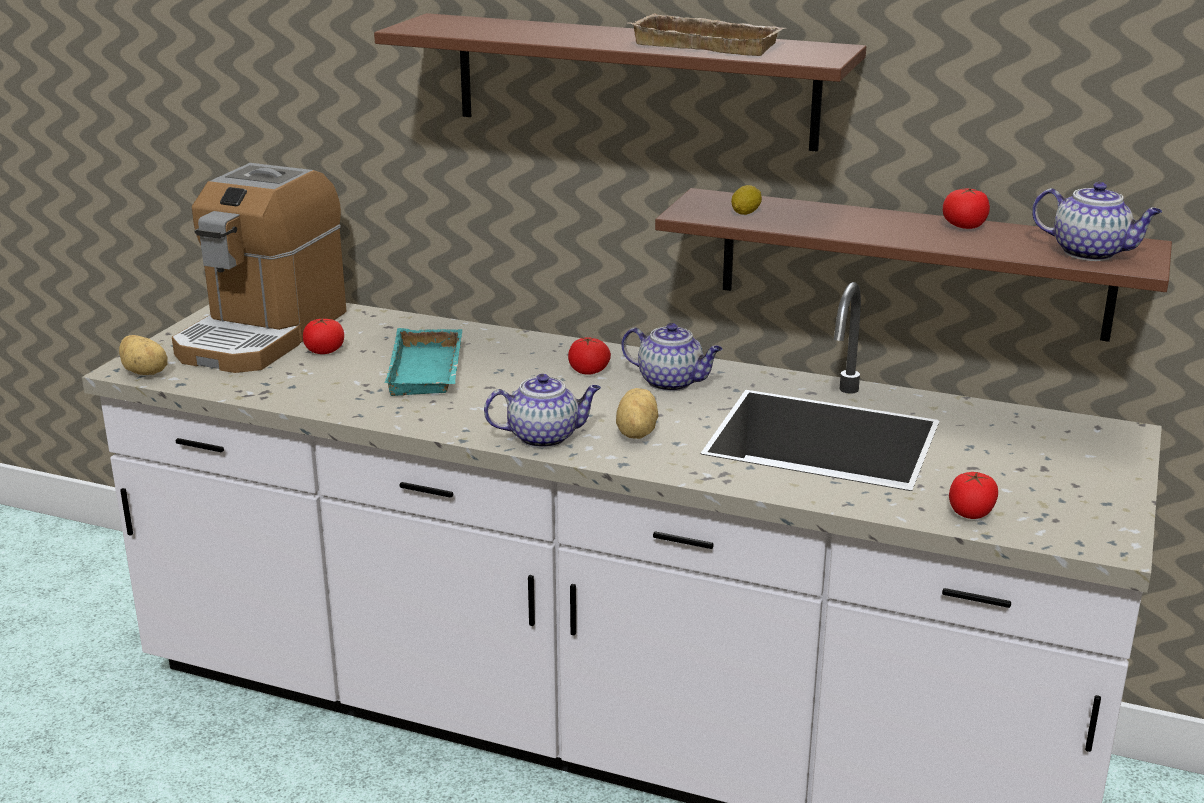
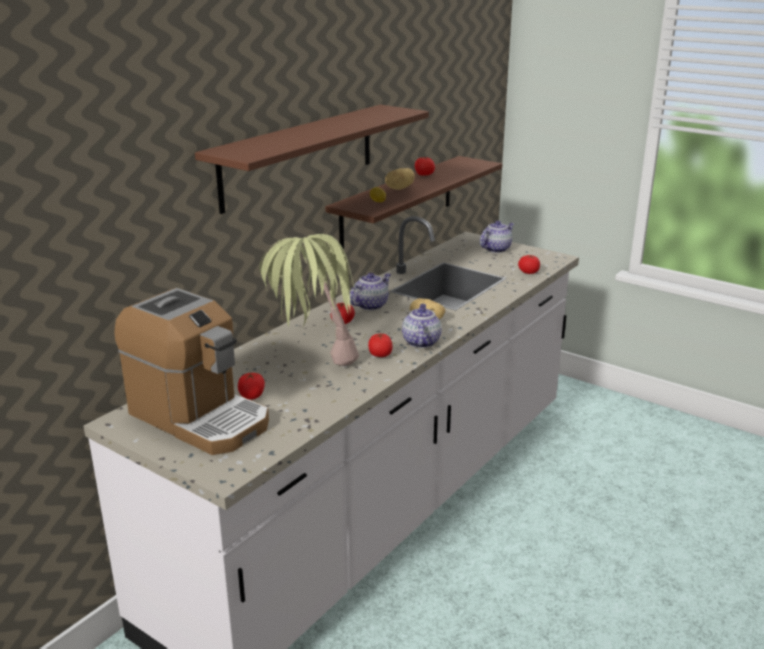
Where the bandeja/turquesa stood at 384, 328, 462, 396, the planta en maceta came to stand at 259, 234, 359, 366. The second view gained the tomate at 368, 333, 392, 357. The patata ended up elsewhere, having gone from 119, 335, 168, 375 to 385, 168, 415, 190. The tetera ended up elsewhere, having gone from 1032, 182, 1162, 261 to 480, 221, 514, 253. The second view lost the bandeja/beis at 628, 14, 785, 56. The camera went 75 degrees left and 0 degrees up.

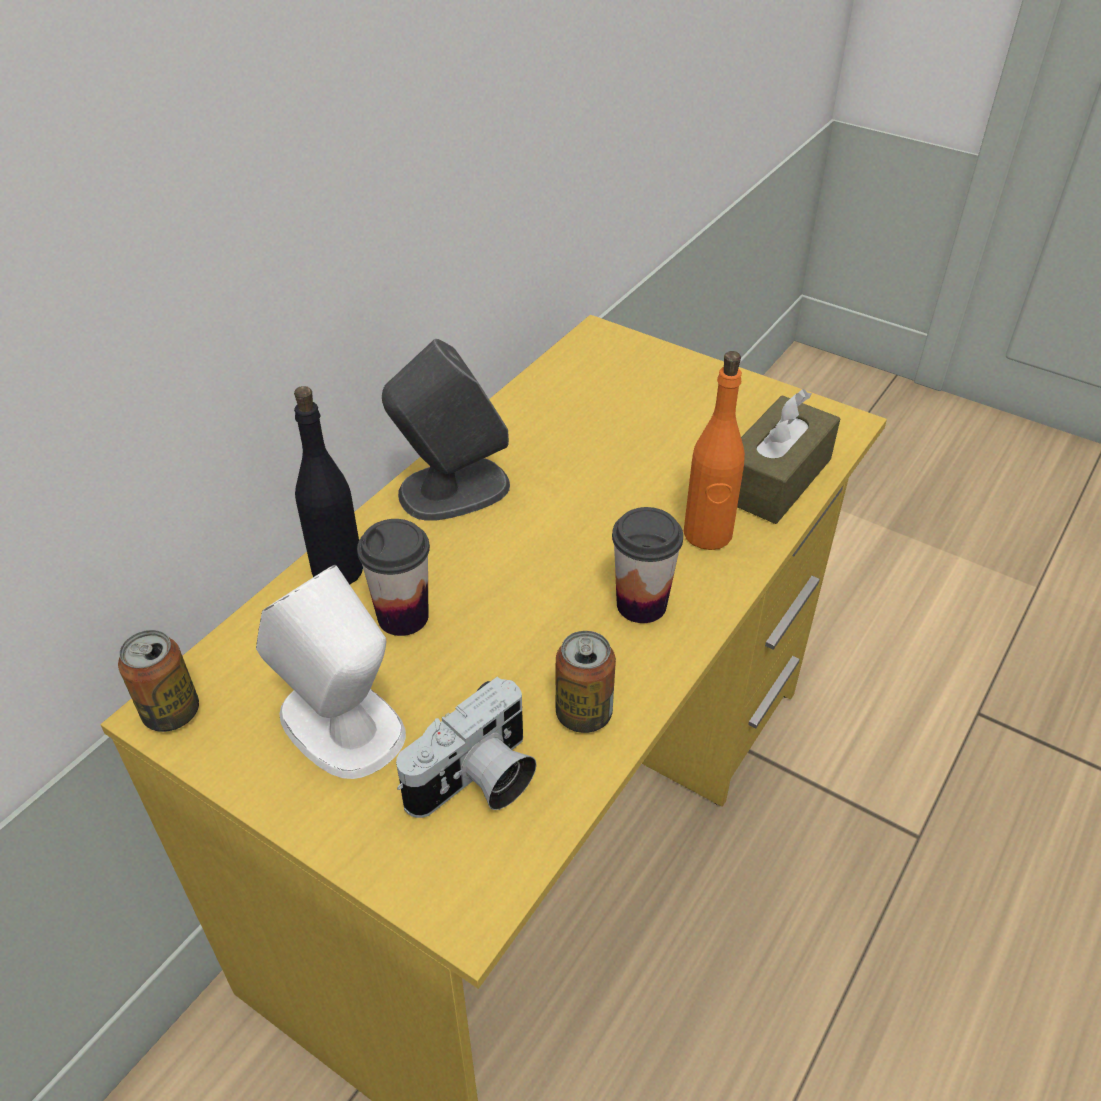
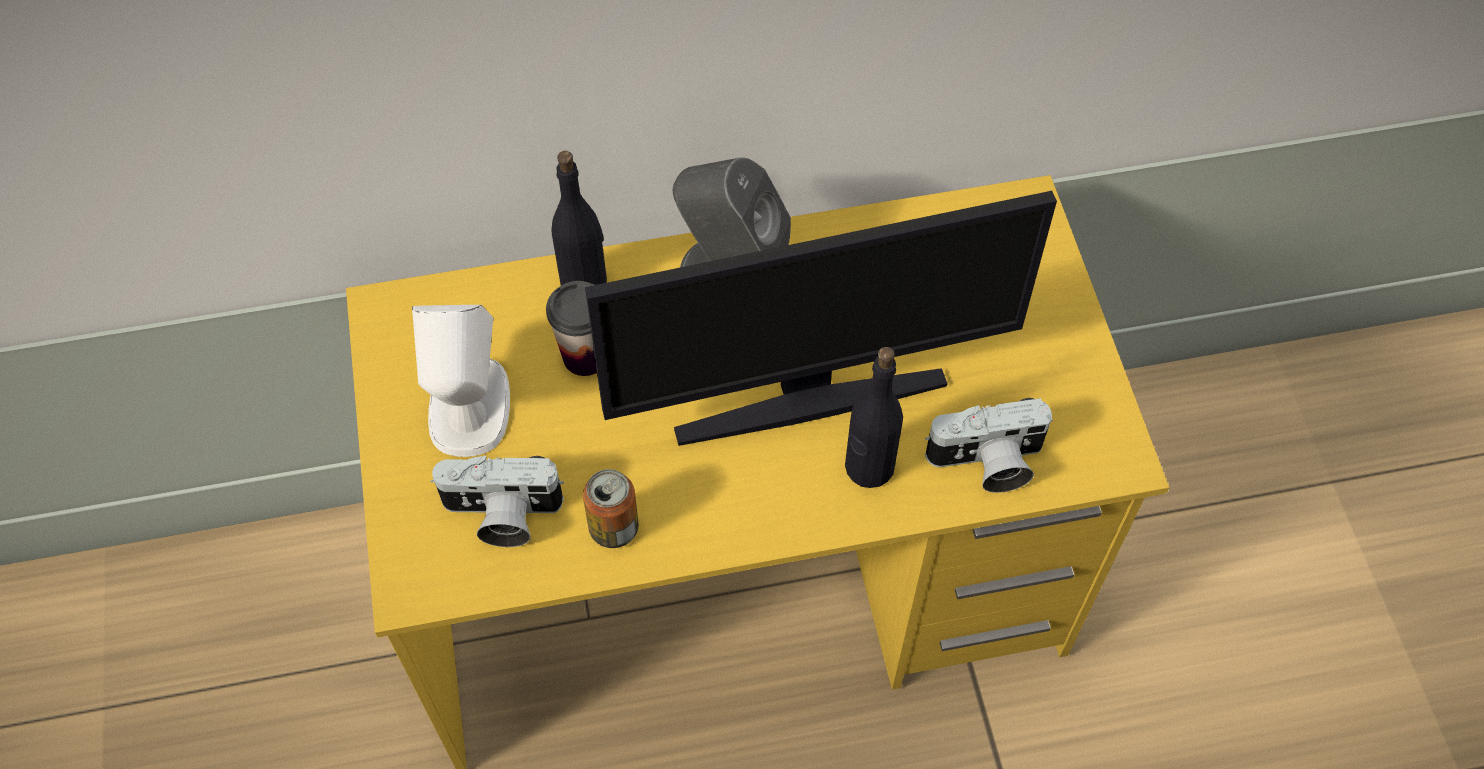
The second view gained the monitor at 585, 191, 1057, 446. What was the botella/naranja at 684, 351, 745, 550 turned into the botella/negro at 845, 347, 903, 488. Where the caja de pañuelos/marrón stood at 737, 389, 840, 524, the cámara came to stand at 925, 398, 1053, 493. The second view lost the lata at 118, 630, 199, 732. The second view lost the taza at 612, 507, 683, 623. The camera went 45 degrees right and 15 degrees up.

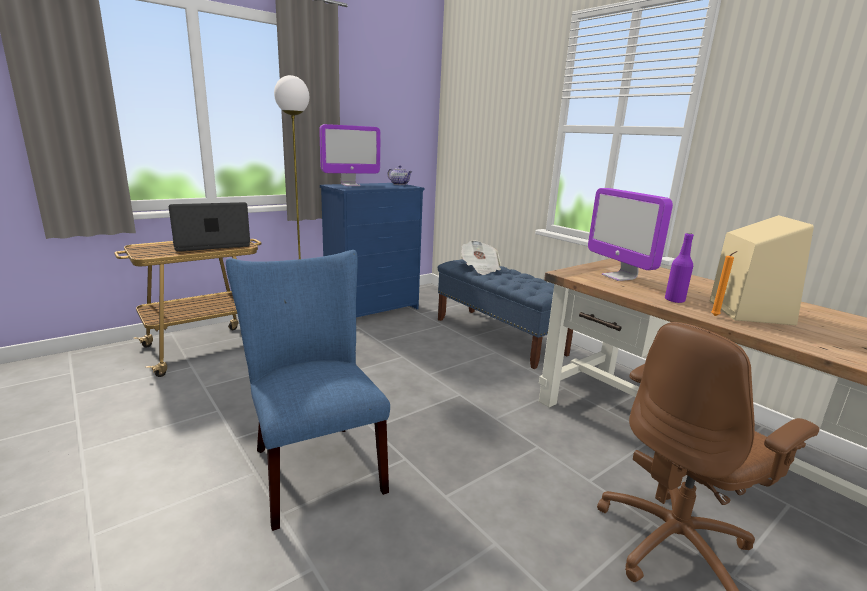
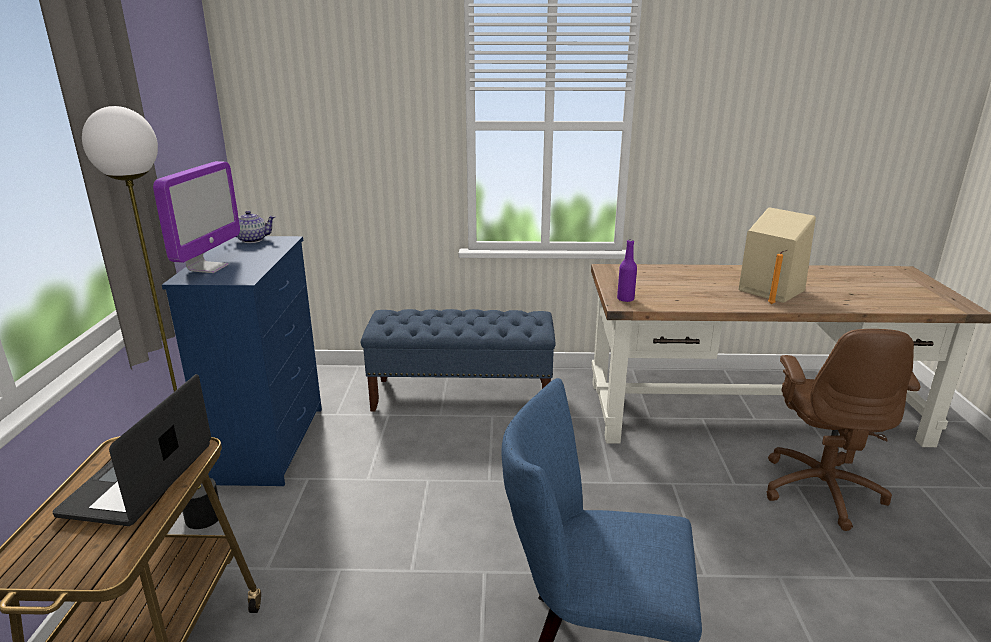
The botella/morado ended up elsewhere, having gone from 665, 233, 694, 303 to 617, 240, 637, 302. The second view lost the periódico at 461, 240, 501, 275. The second view lost the monitor at 588, 188, 673, 281. The camera went 50 degrees left and 5 degrees up.

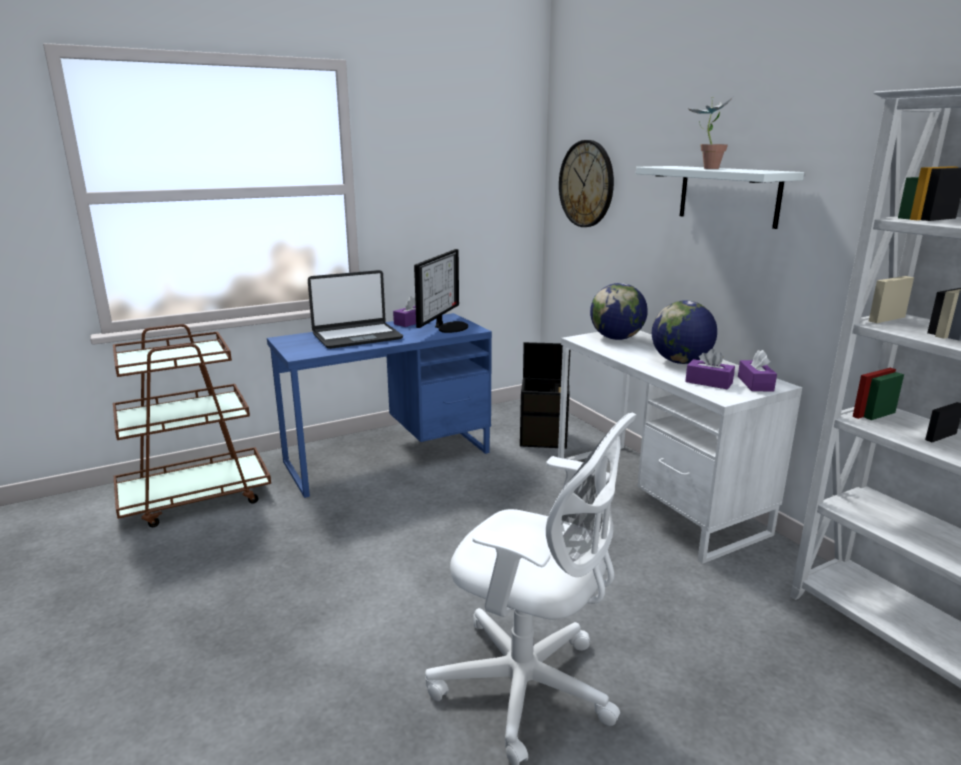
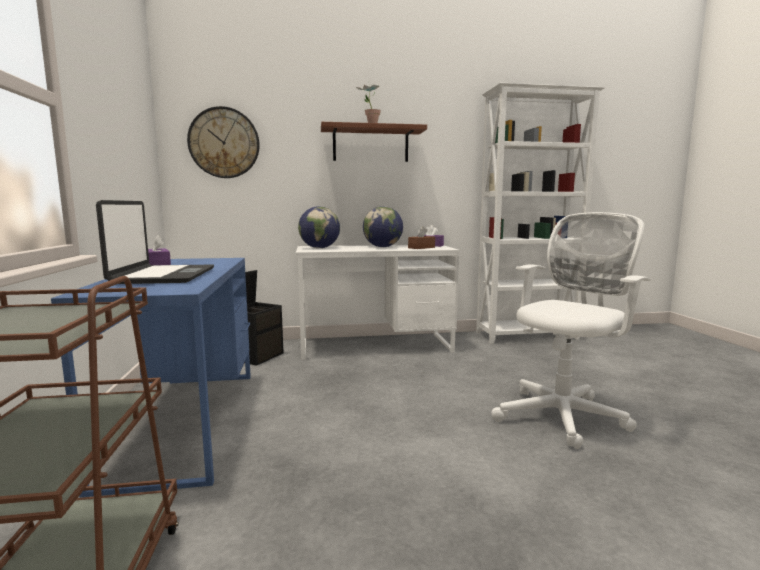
What was the estante/blanco at 636, 166, 804, 229 turned into the estante/marrón at 321, 122, 427, 162. What was the caja de pañuelos/morado at 685, 349, 735, 390 turned into the caja de pañuelos/marrón at 408, 226, 435, 249. The second view lost the monitor at 414, 249, 468, 333. The camera went 70 degrees left and 10 degrees down.

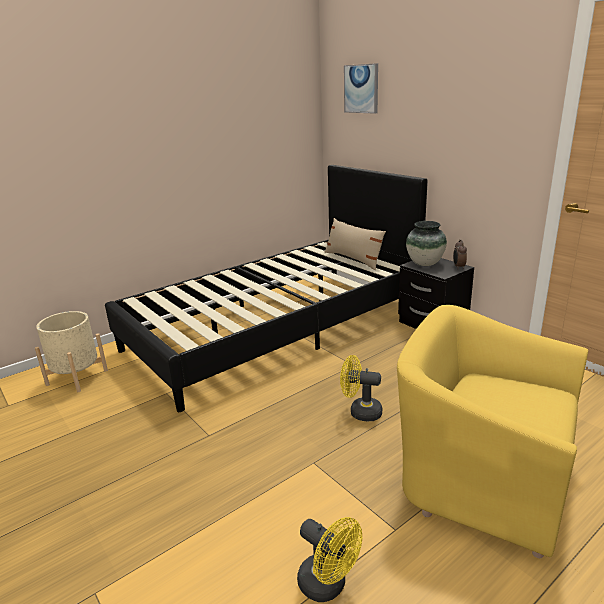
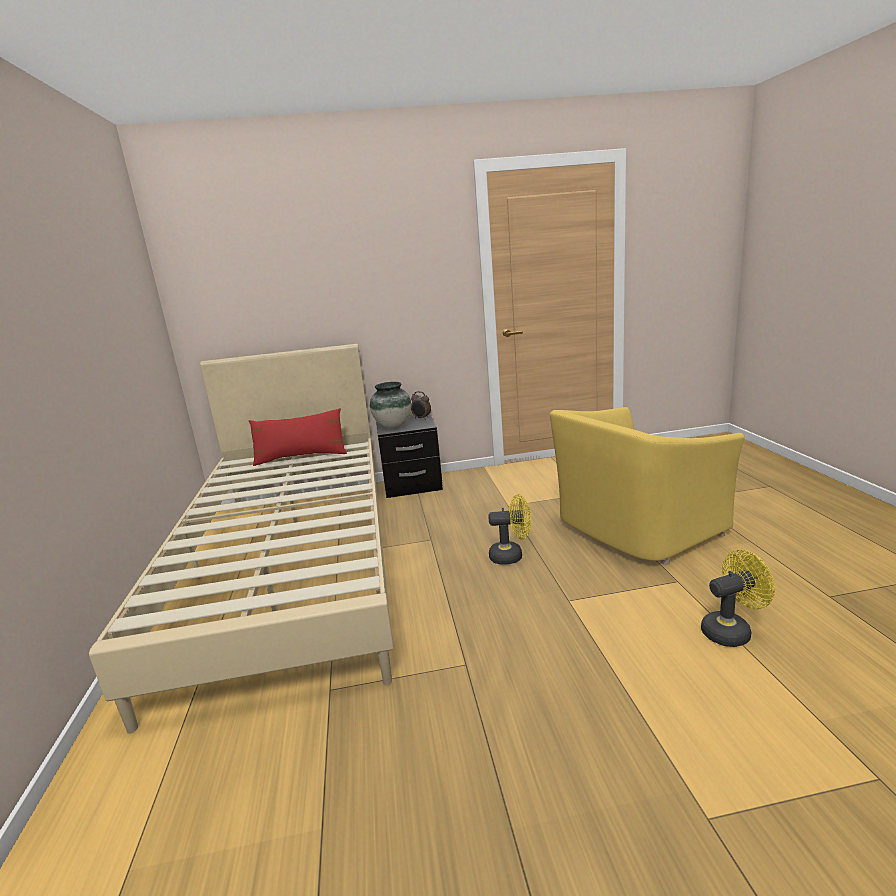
What was the cama/negro at 105, 165, 428, 412 turned into the cama/beis at 89, 344, 394, 734. What was the cojín/beis at 325, 218, 386, 270 turned into the cojín/rojo at 249, 408, 347, 466. The ventilador/amarillo at 340, 355, 383, 421 ended up facing another way, 135 degrees counterclockwise from before. The second view lost the maceta/beis at 35, 311, 108, 392. The second view lost the cuadro at 344, 63, 378, 114. The camera went 60 degrees left and 5 degrees down.

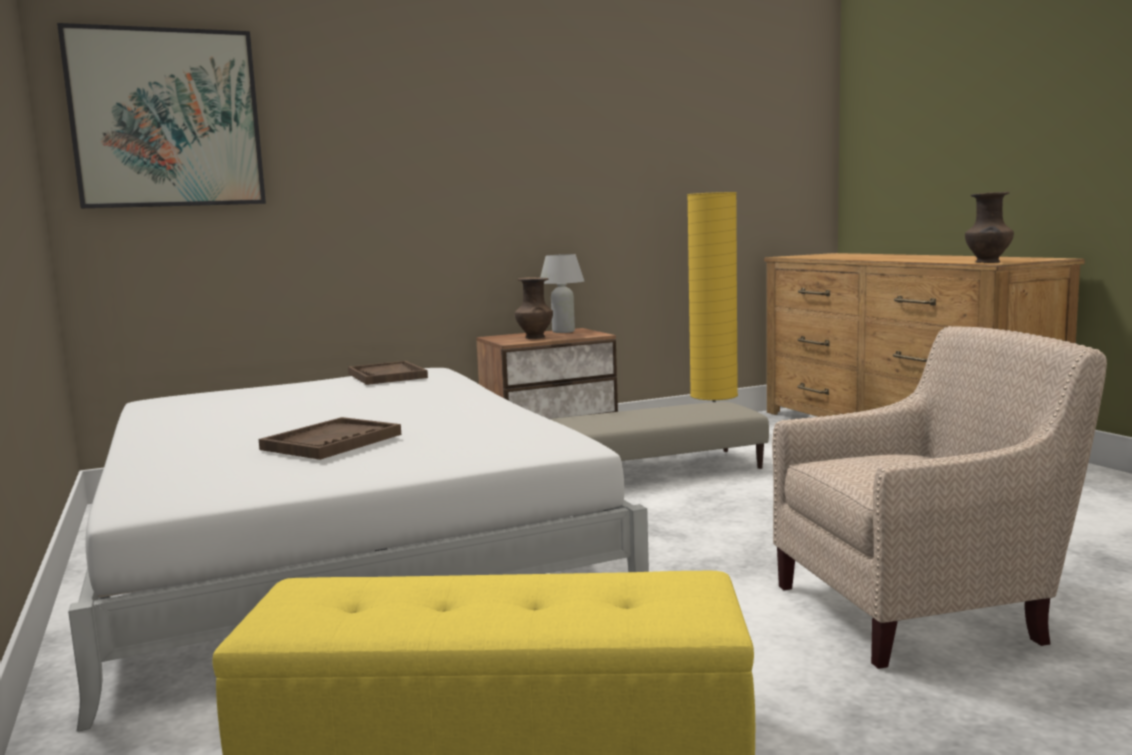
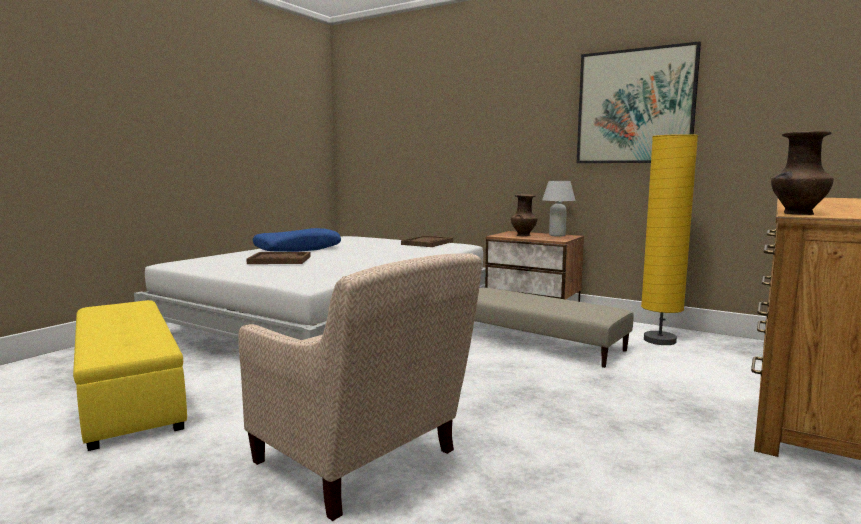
The second view gained the cojín/azul at 253, 228, 341, 252. The cuadro ended up elsewhere, having gone from 57, 23, 266, 208 to 577, 41, 701, 163. The camera went 55 degrees right and 0 degrees up.

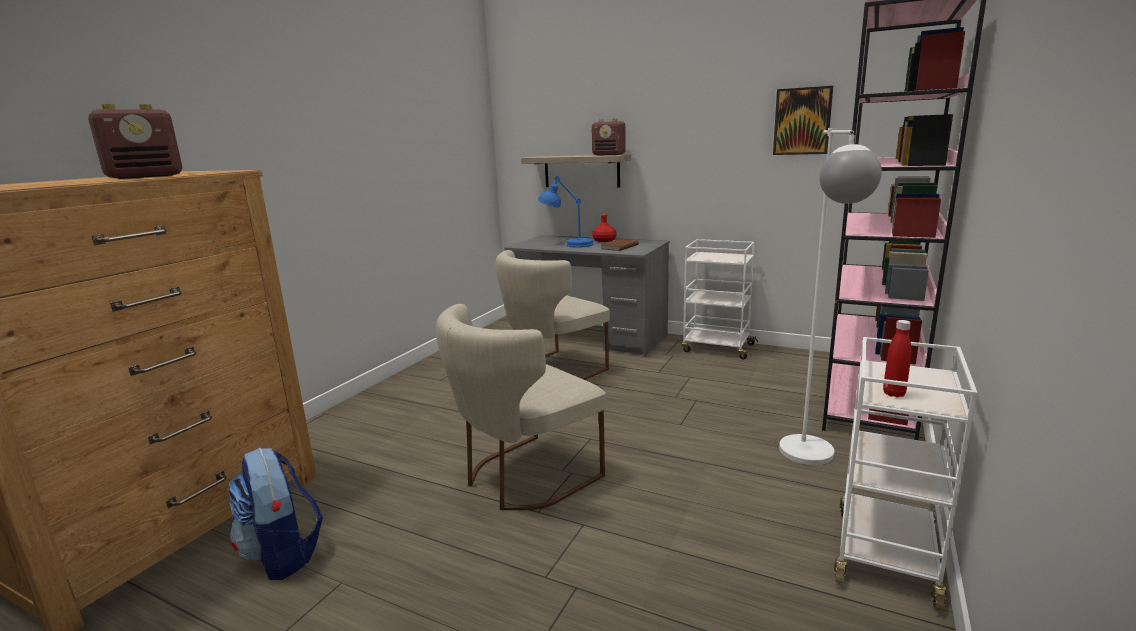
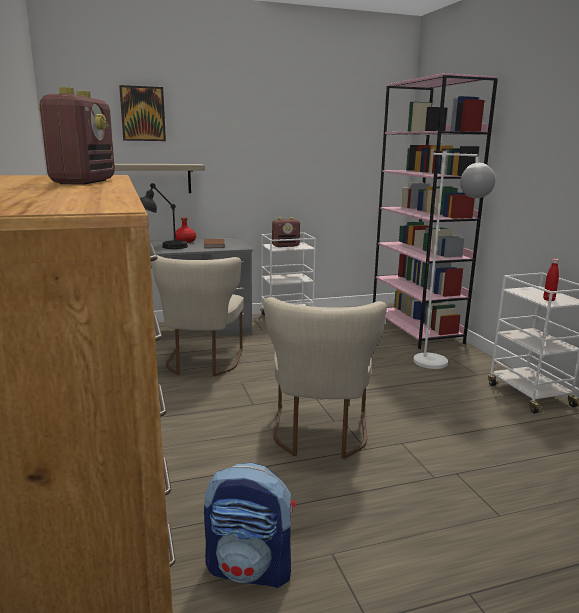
The cuadro ended up elsewhere, having gone from 773, 86, 833, 155 to 119, 85, 166, 141. What was the lámpara de mesa/azul at 538, 176, 593, 247 turned into the lámpara de mesa/negro at 140, 183, 188, 249. The radio ended up elsewhere, having gone from 592, 119, 626, 156 to 272, 217, 300, 247. The camera went 45 degrees left and 0 degrees up.

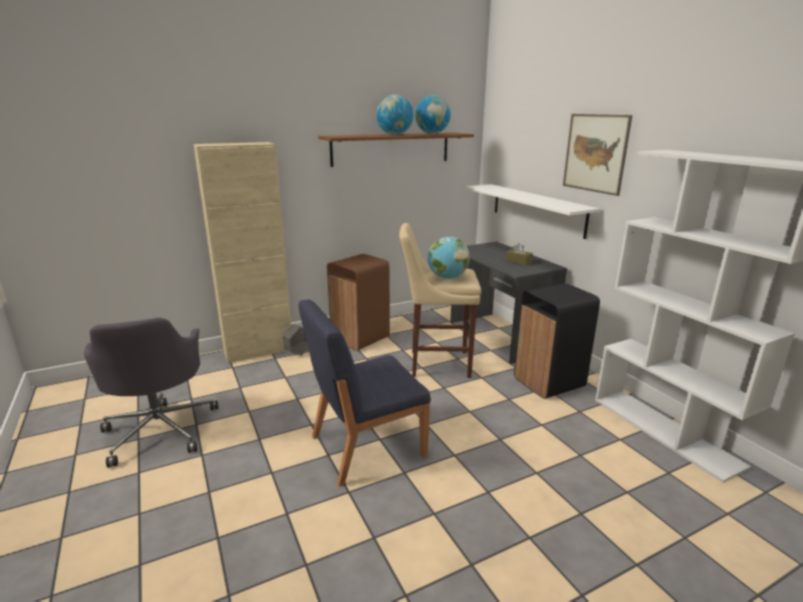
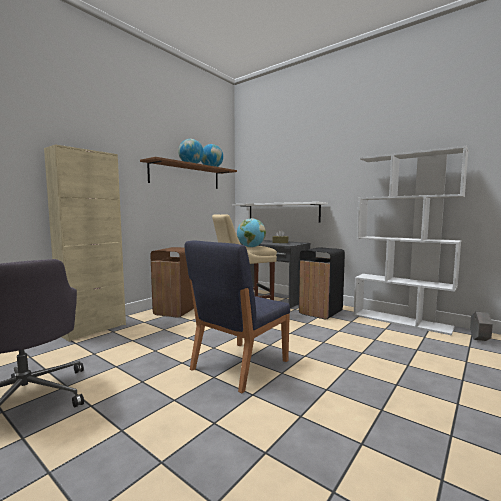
The maceta/gris ended up elsewhere, having gone from 283, 324, 308, 355 to 470, 312, 493, 341. The second view lost the cuadro at 563, 114, 632, 196. The camera went 25 degrees left and 15 degrees down.

